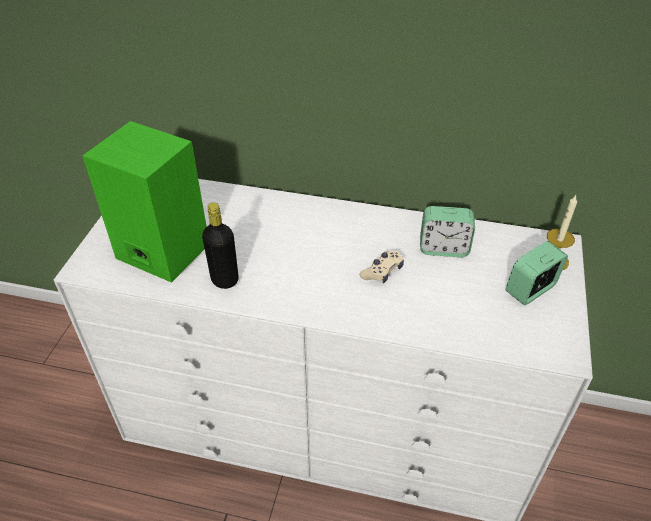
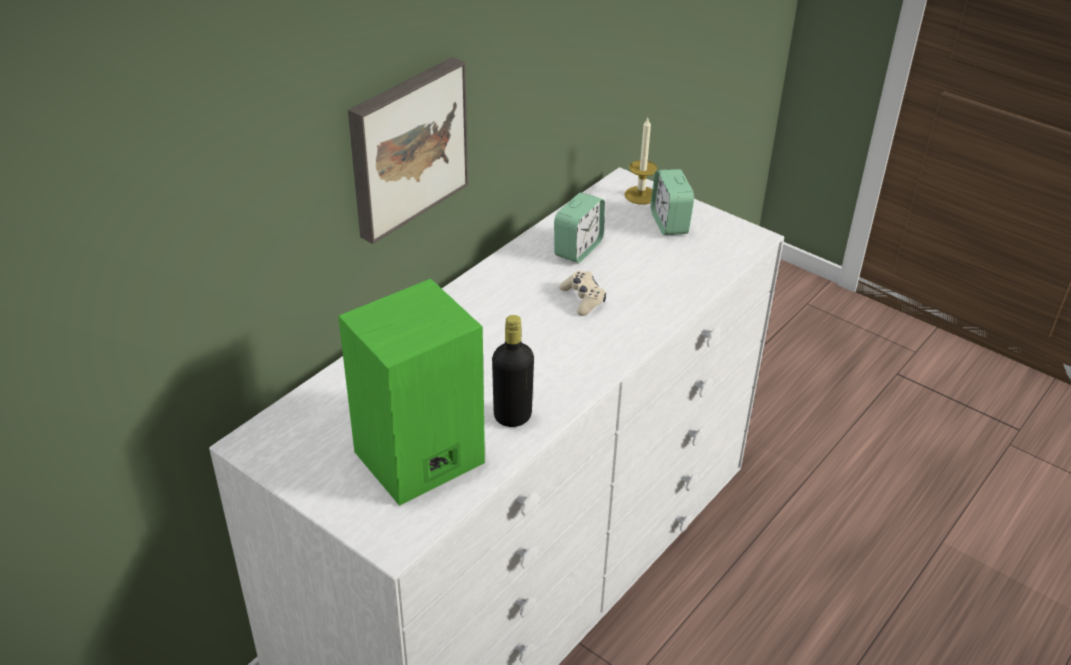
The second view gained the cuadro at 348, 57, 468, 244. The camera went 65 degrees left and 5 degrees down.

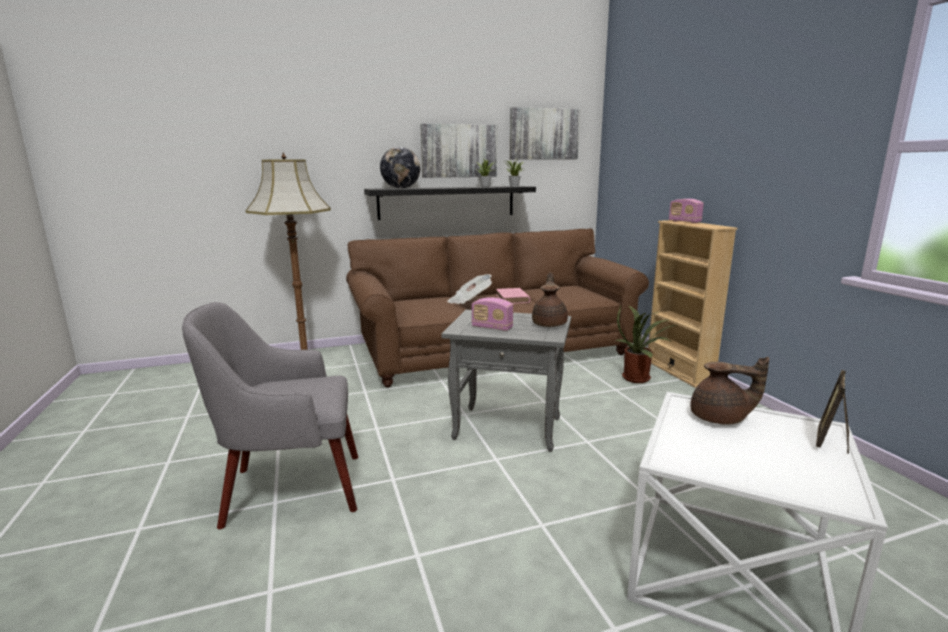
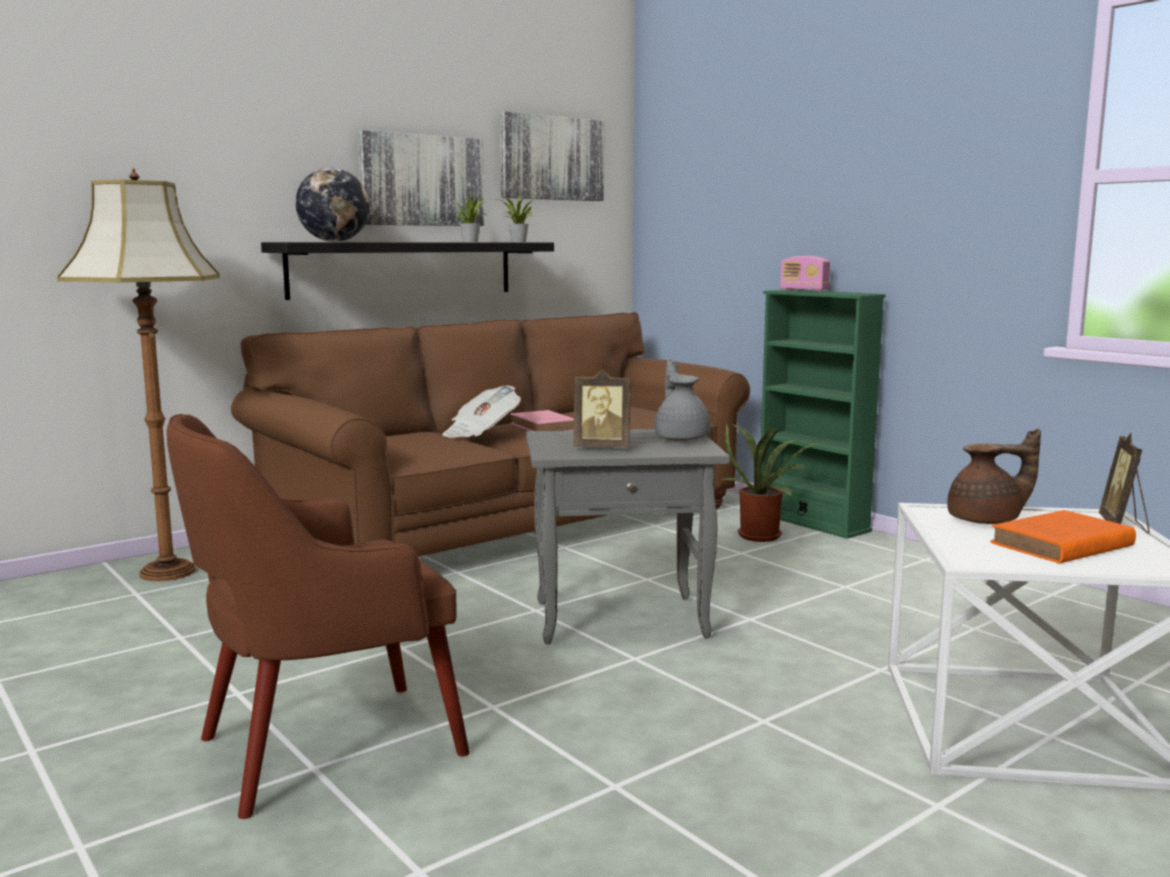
What was the sillón/gris at 182, 302, 358, 529 turned into the sillón/marrón at 166, 414, 470, 819. Where the radio stood at 472, 297, 513, 331, the portarretratos came to stand at 573, 369, 631, 448. What was the tetera/marrón at 532, 272, 568, 327 turned into the tetera/gris at 655, 359, 711, 441. What was the estantería/beis at 648, 220, 737, 388 turned into the estantería/verde at 761, 290, 886, 539. The second view gained the libro/naranja at 990, 510, 1136, 564. The camera went 20 degrees left and 5 degrees down.

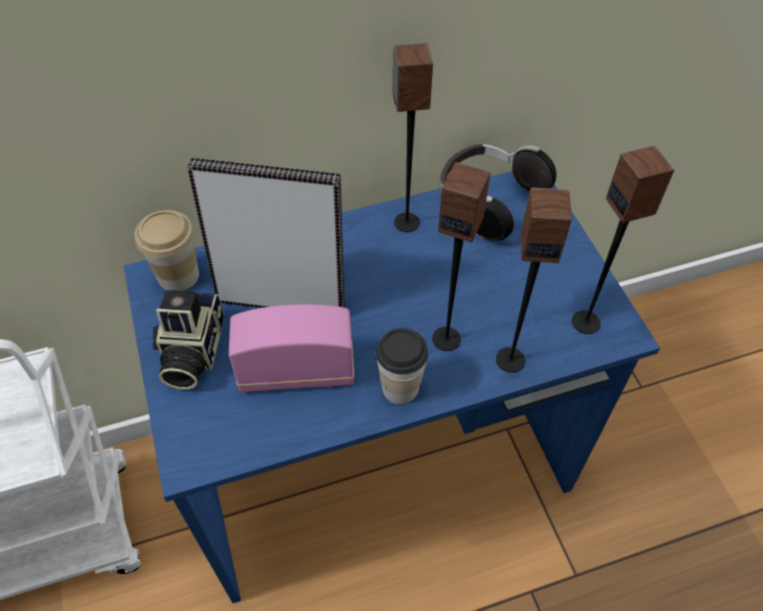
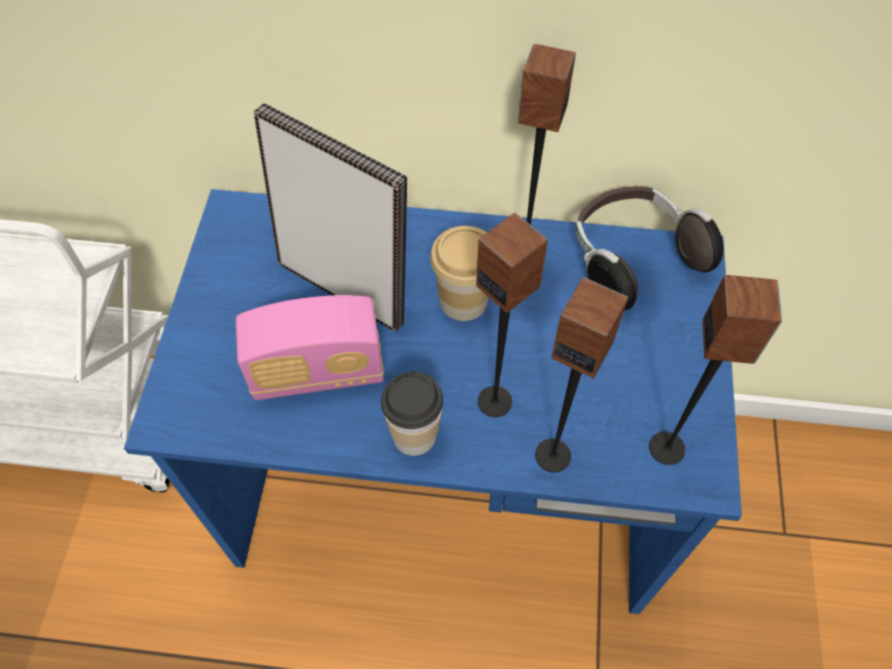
The radio at 229, 304, 354, 392 ended up facing another way, 150 degrees clockwise from before. The taza ended up elsewhere, having gone from 134, 210, 199, 291 to 430, 226, 489, 321. The second view lost the cámara at 153, 290, 224, 390. The camera went 25 degrees right and 5 degrees up.

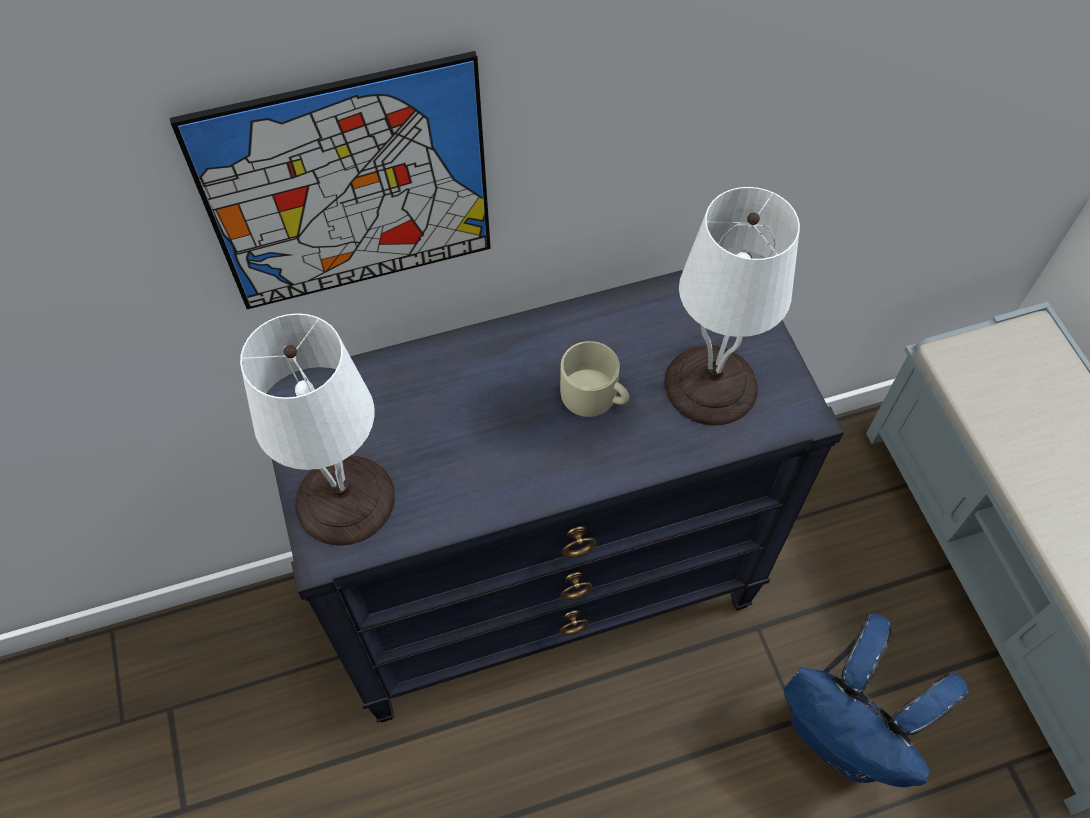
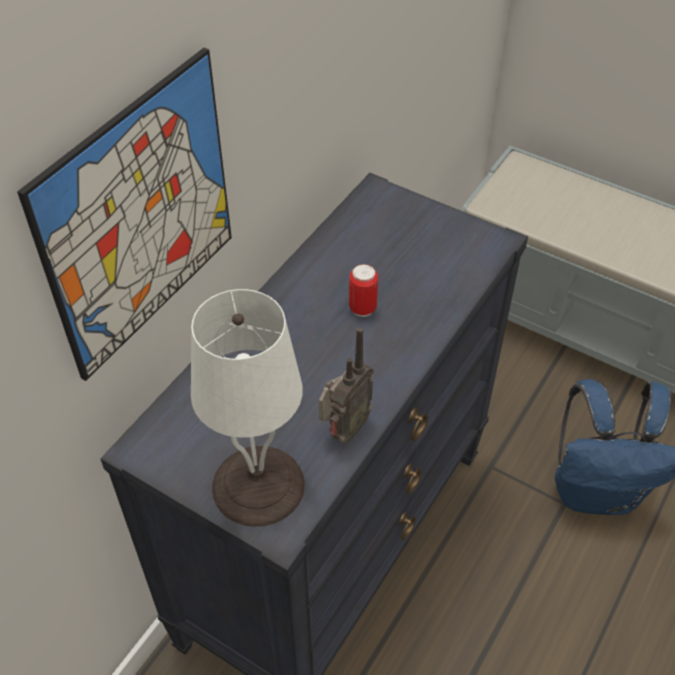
The second view gained the radio at 319, 327, 374, 444. Where the taza grande/beis stood at 560, 341, 629, 417, the lata came to stand at 349, 264, 378, 317. The second view lost the lámpara de mesa/blanco at 664, 187, 800, 425. The camera went 40 degrees left and 10 degrees down.

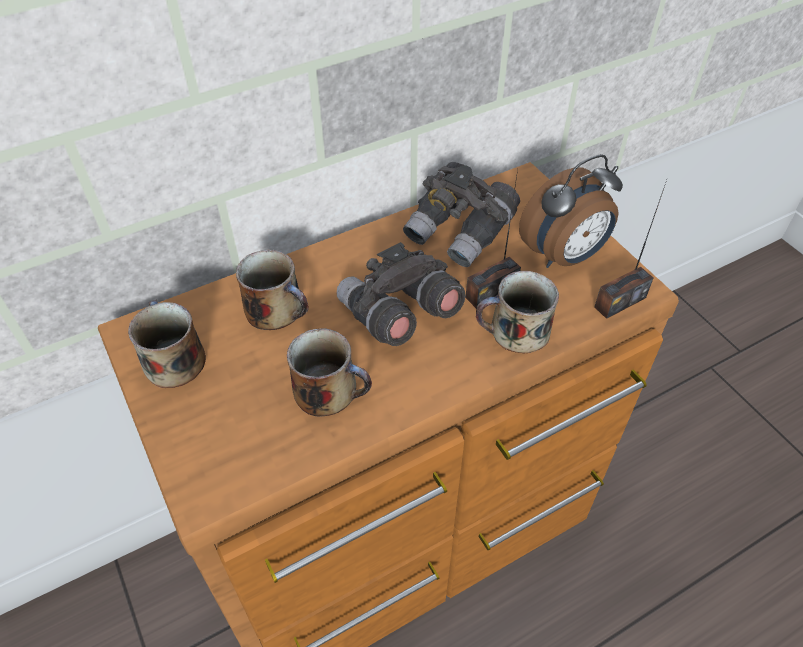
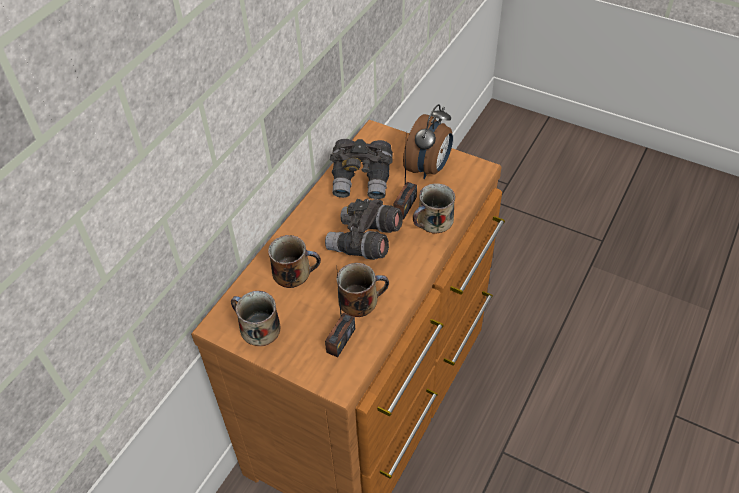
The radio ended up elsewhere, having gone from 595, 180, 667, 319 to 325, 273, 355, 357. The camera went 30 degrees left and 0 degrees up.

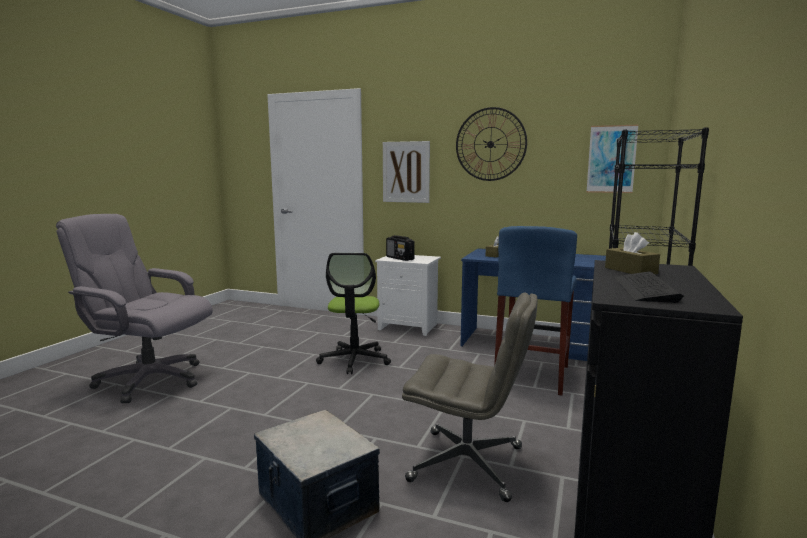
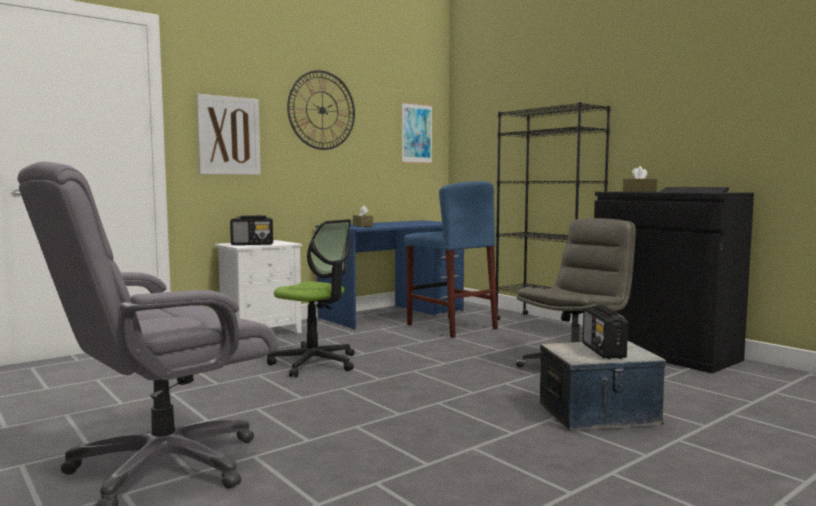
The second view gained the radio at 583, 305, 628, 359. The camera went 60 degrees left and 5 degrees down.

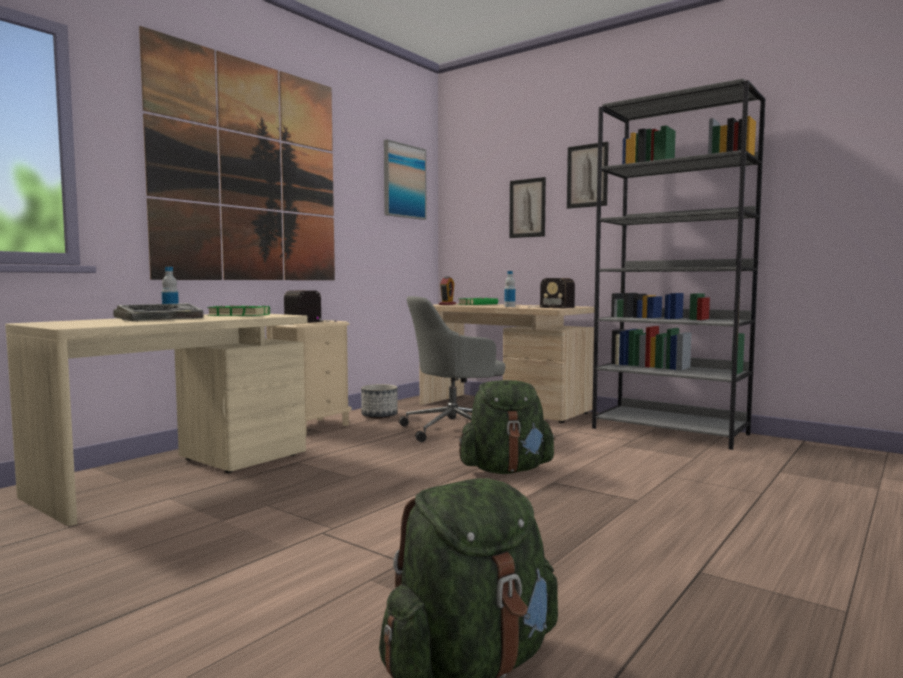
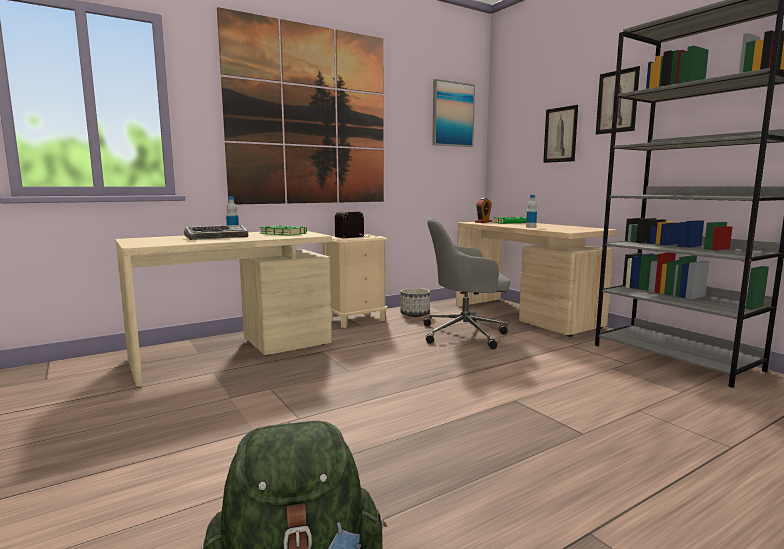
The second view lost the mochila/verde at 459, 380, 556, 474. The second view lost the radio at 530, 278, 575, 308. The camera went 20 degrees right and 5 degrees up.

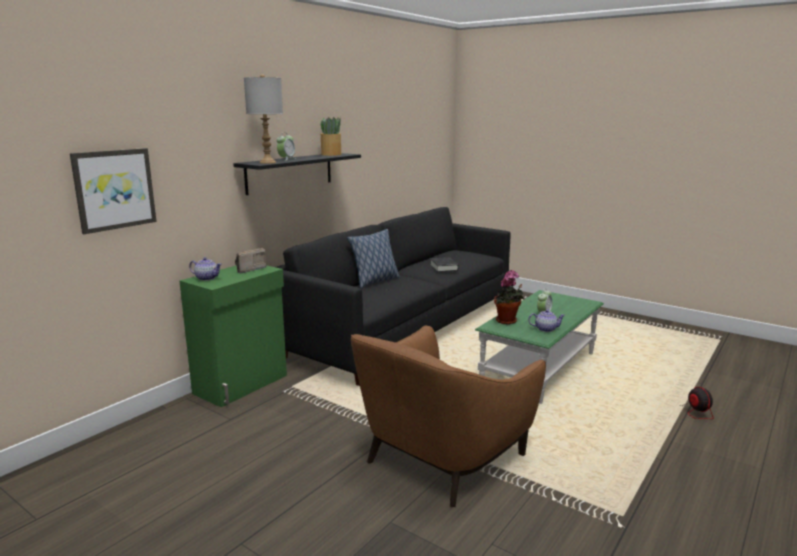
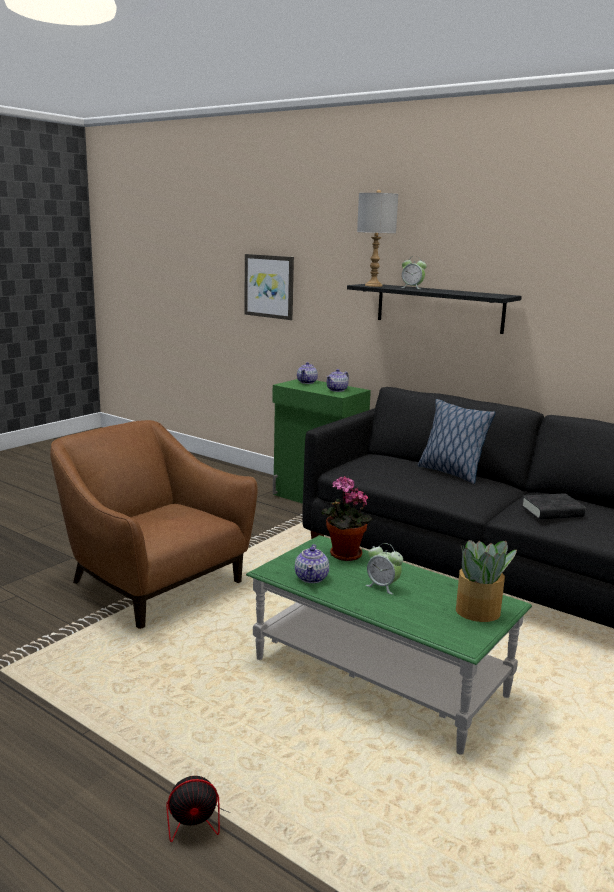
Where the radio stood at 235, 248, 266, 273, the tetera came to stand at 326, 369, 349, 392. The planta en maceta ended up elsewhere, having gone from 319, 117, 341, 156 to 456, 540, 517, 622. The camera went 90 degrees right and 0 degrees up.

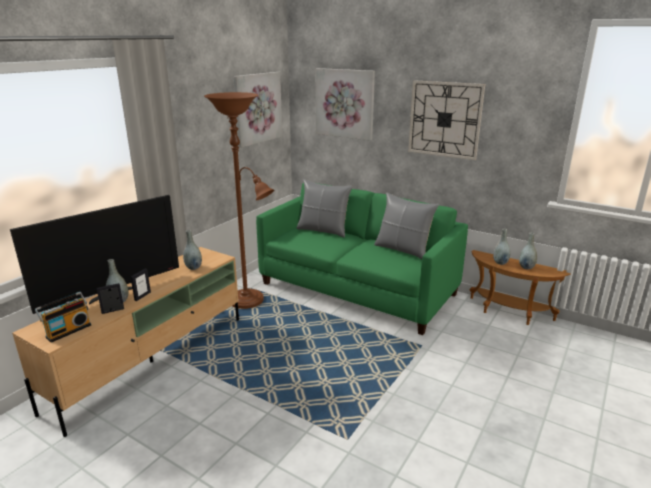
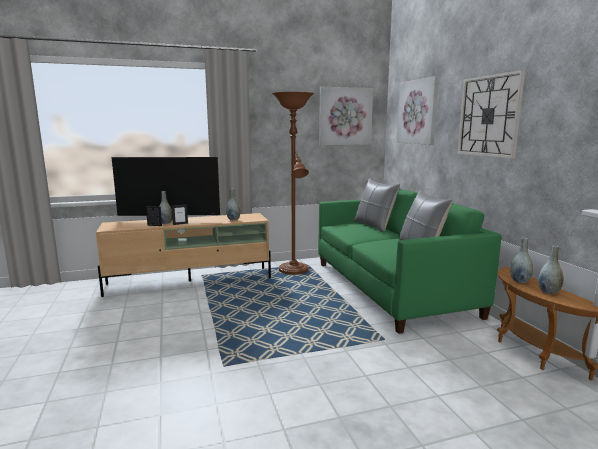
The second view lost the radio at 35, 292, 91, 343. The camera went 40 degrees right and 10 degrees down.

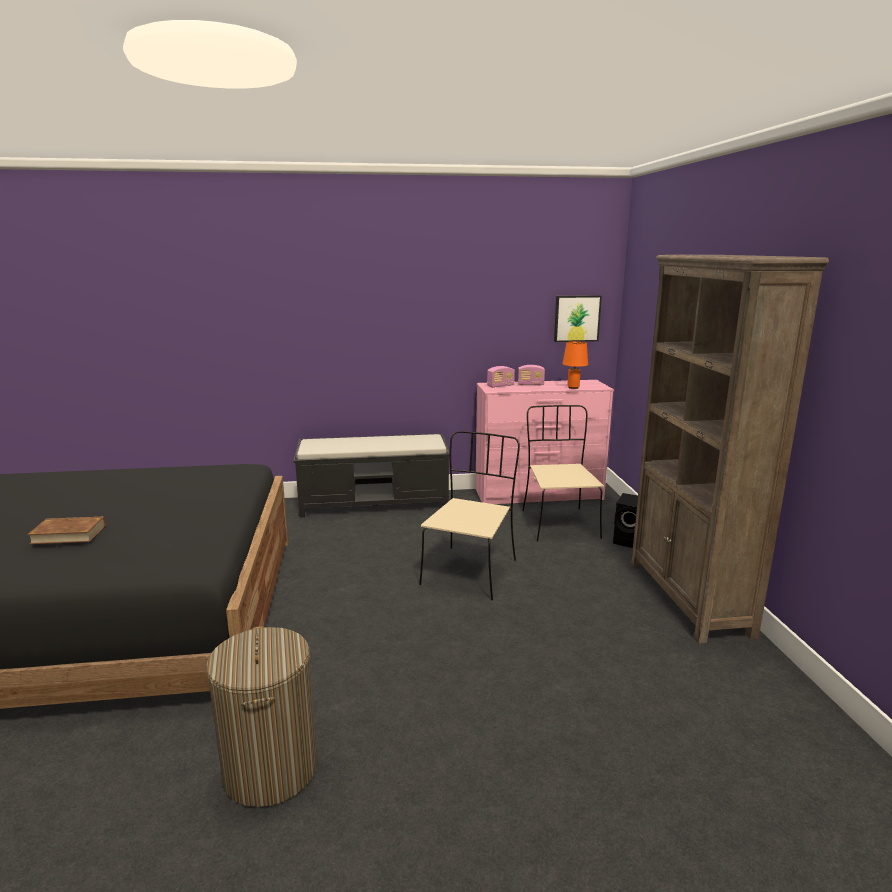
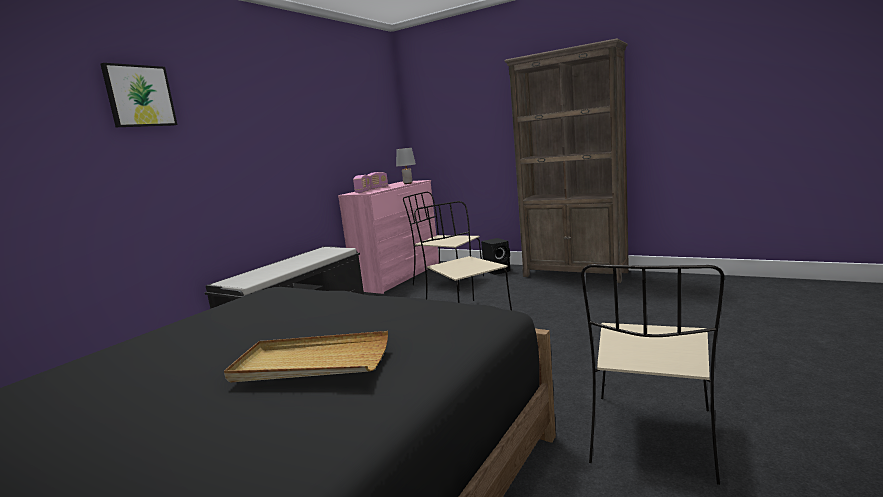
The cuadro ended up elsewhere, having gone from 554, 295, 602, 342 to 100, 63, 178, 127. Where the libro/marrón stood at 27, 517, 106, 544, the bandeja/beis came to stand at 224, 331, 388, 382. What was the lámpara de mesa/naranja at 562, 341, 588, 389 turned into the lámpara de mesa/gris at 396, 148, 416, 184. Where the cesto de la ropa stood at 206, 626, 317, 807, the silla/beis came to stand at 581, 264, 724, 485. The camera went 50 degrees left and 5 degrees down.

